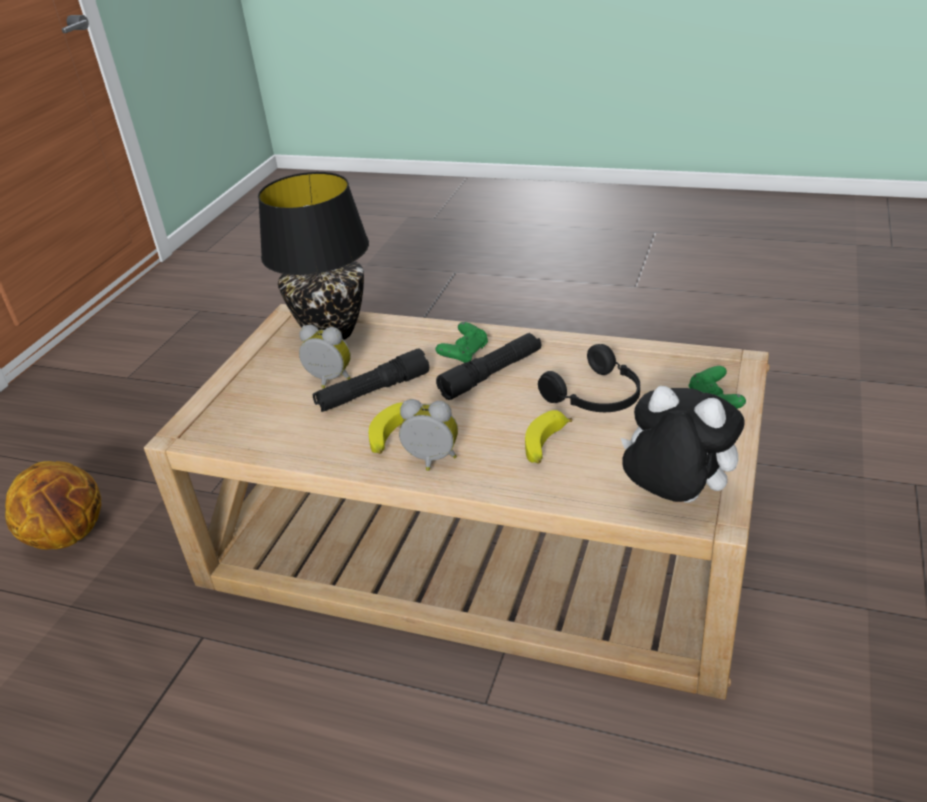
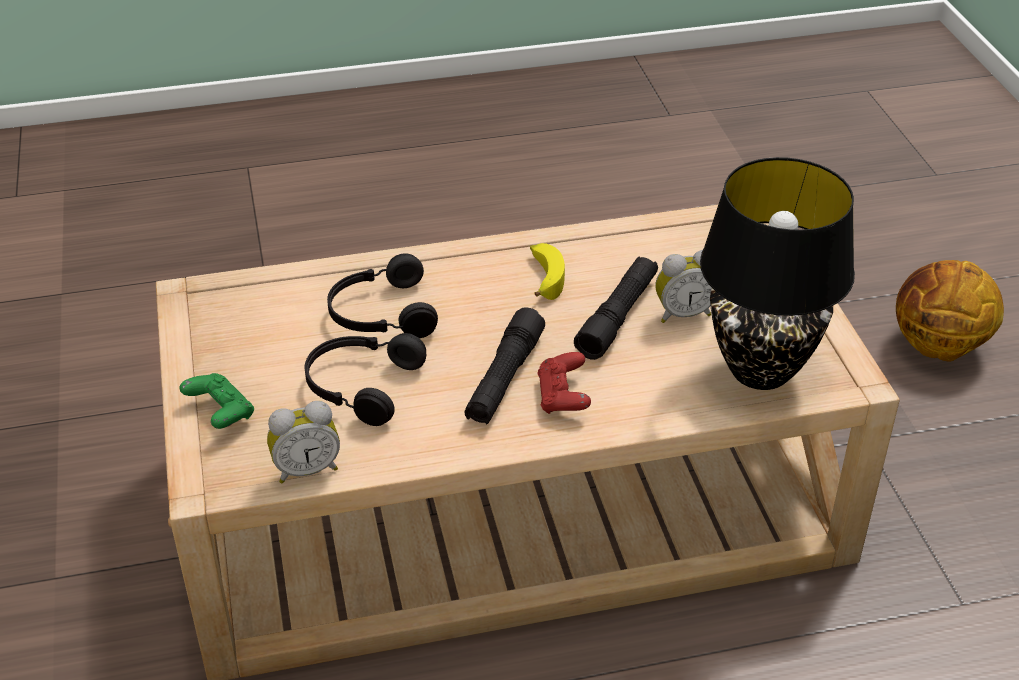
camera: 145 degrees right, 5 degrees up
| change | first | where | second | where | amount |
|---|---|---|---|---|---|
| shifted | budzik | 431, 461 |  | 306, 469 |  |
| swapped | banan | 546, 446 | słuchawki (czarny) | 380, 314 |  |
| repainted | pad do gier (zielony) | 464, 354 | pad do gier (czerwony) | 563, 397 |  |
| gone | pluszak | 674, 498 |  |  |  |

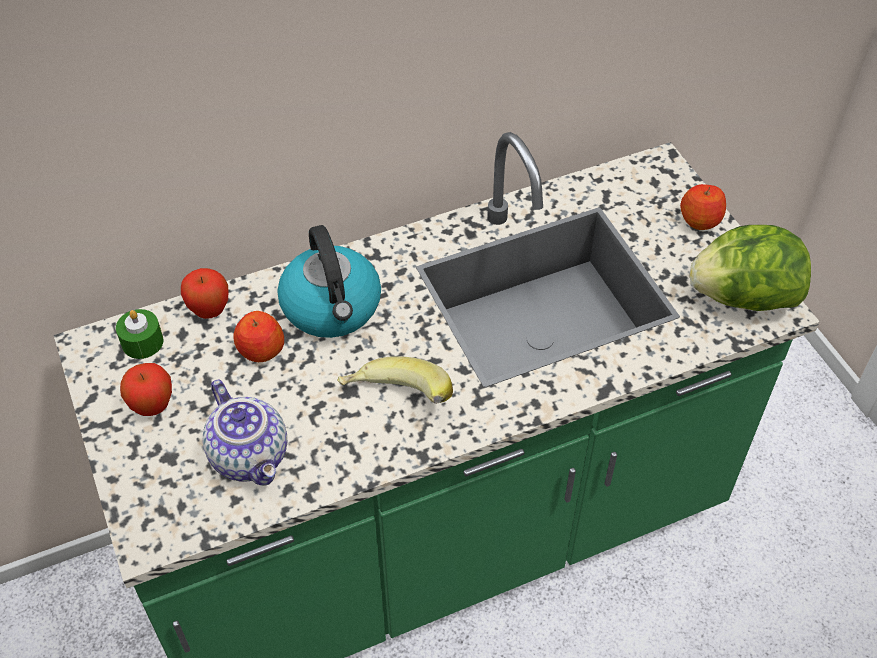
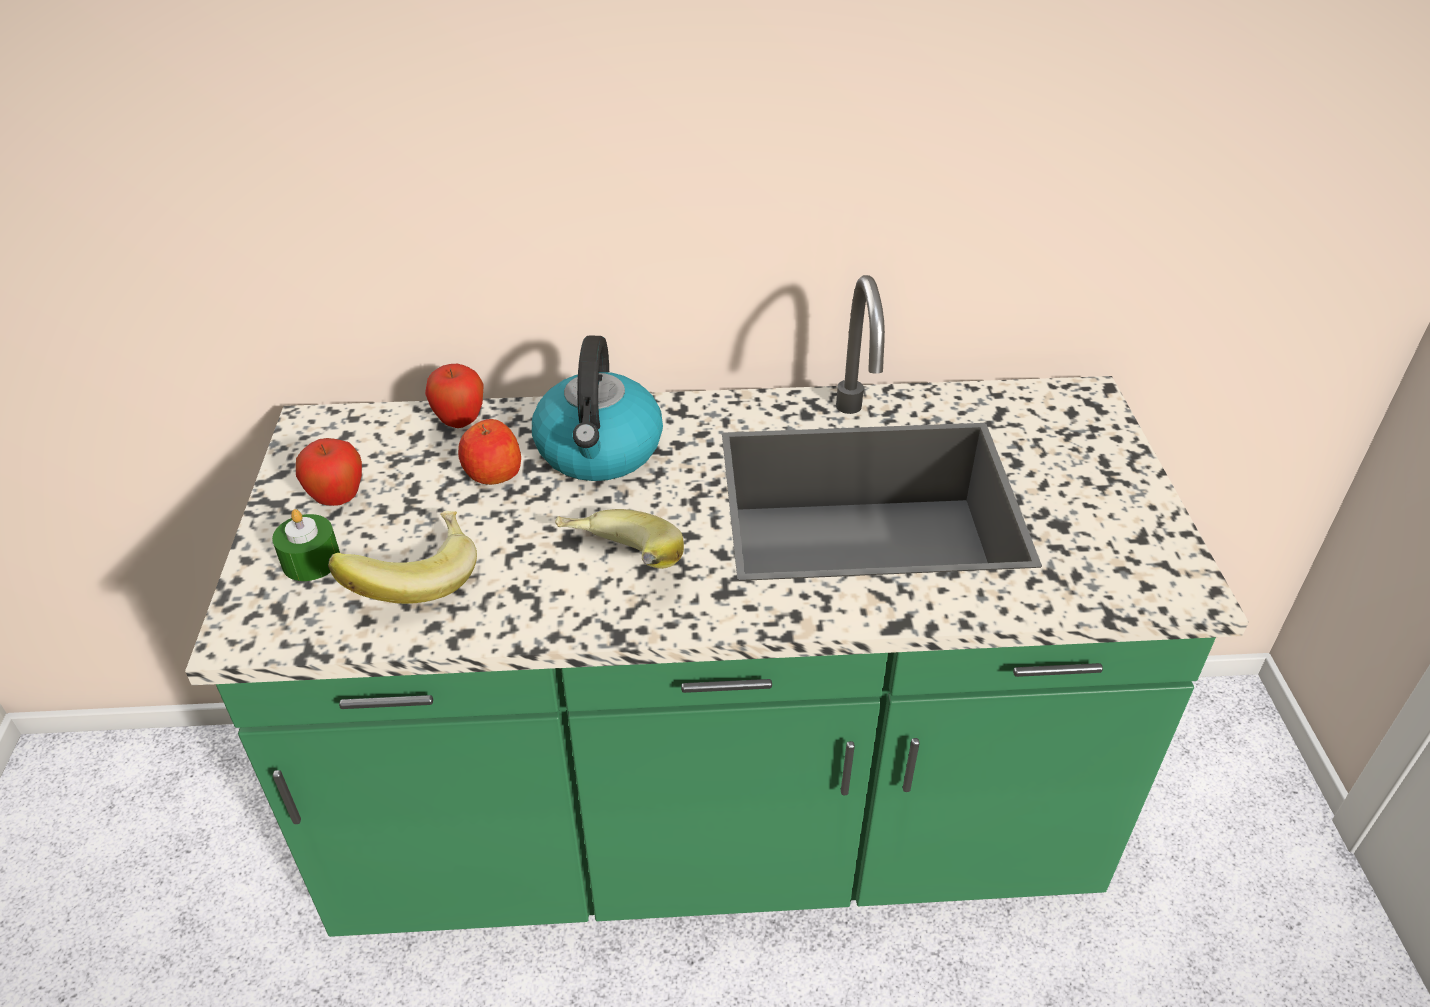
camera: 20 degrees right, 10 degrees down
| change | first | where | second | where | amount |
|---|---|---|---|---|---|
| shifted | świeca (zielony) | 142, 342 |  | 311, 561 |  |
| swapped | imbryk | 251, 456 | banan | 414, 579 |  |
| gone | jabłko | 700, 220 |  |  |  |
| gone | sałata | 743, 297 |  |  |  |

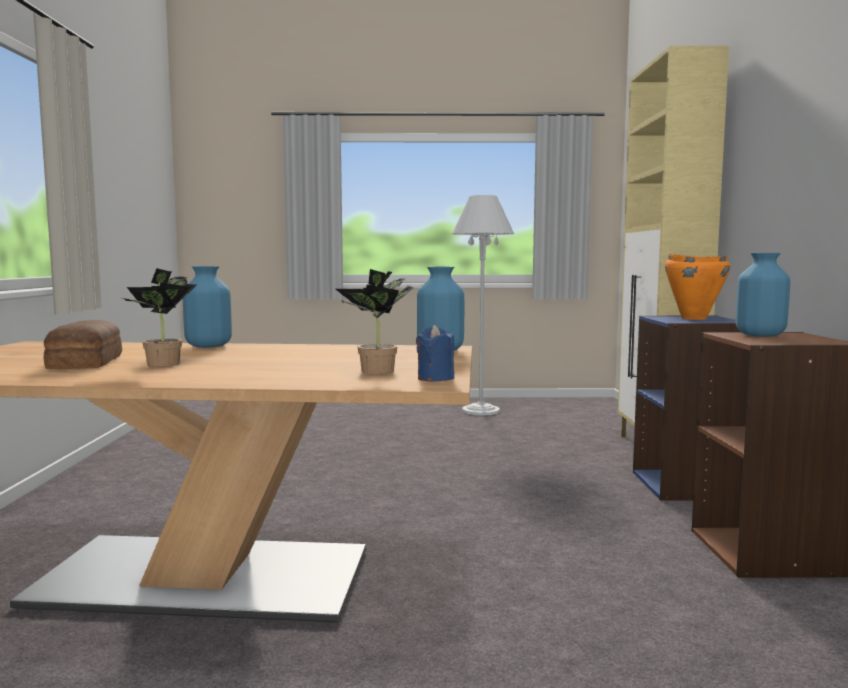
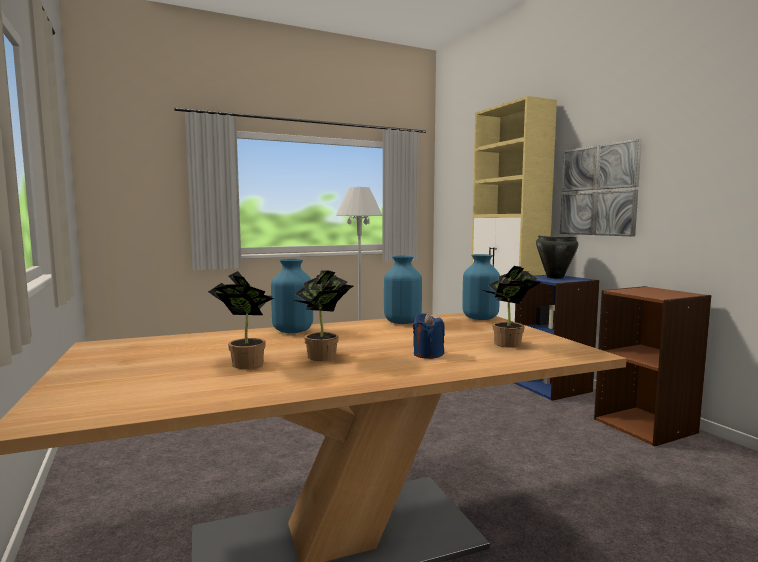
camera: 25 degrees left, 0 degrees up
| change | first | where | second | where | amount |
|---|---|---|---|---|---|
| swapped | chleb | 88, 362 | roślina doniczkowa | 244, 363 |  |
| shifted | wazon (niebieski) | 761, 335 |  | 403, 322 |  |
| shifted | świeca (niebieski) | 435, 378 |  | 428, 354 |  |
| repainted | garnek (pomarańczowy) | 693, 318 | garnek (czarny) | 554, 277 |  |
| new |  |  | obraz | 598, 190 |  |

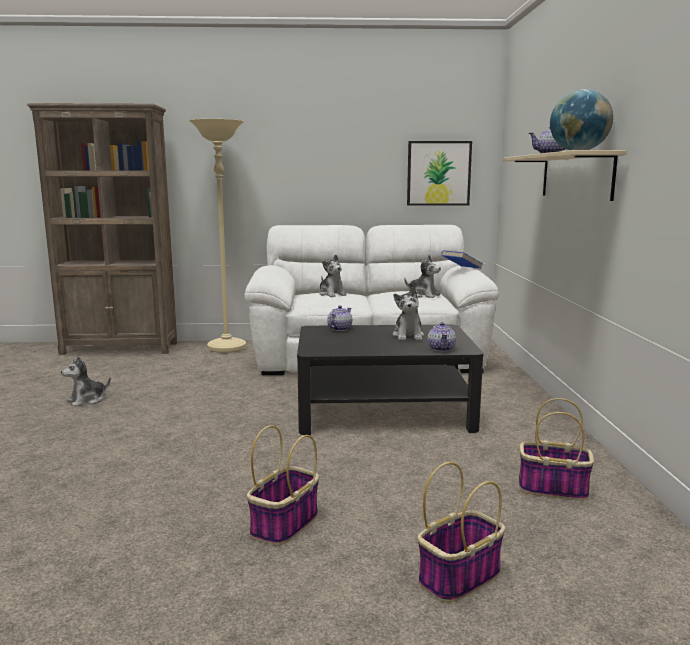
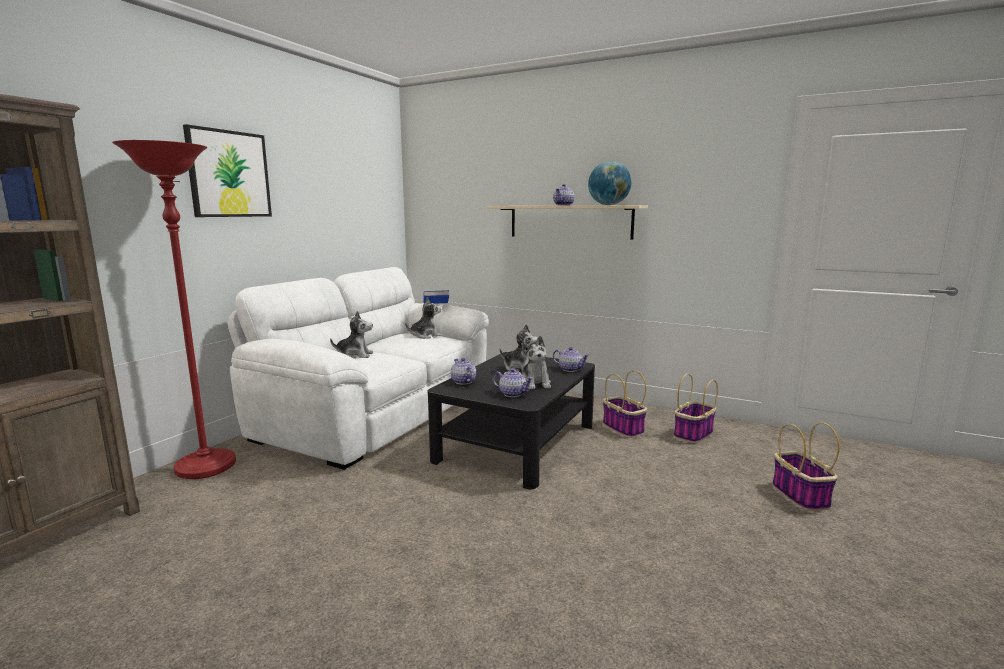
camera: 60 degrees left, 0 degrees up
| change | first | where | second | where | amount |
|---|---|---|---|---|---|
| repainted | lampa stojąca (beżowy) | 227, 348 | lampa stojąca (czerwony) | 206, 467 |  |
| shifted | obraz | 438, 173 |  | 229, 174 |  |
| new |  |  | imbryk | 512, 394 |  |
| shifted | pluszak | 87, 400 |  | 535, 383 |  |
| shifted | koszyk | 284, 525 |  | 624, 428 |  |

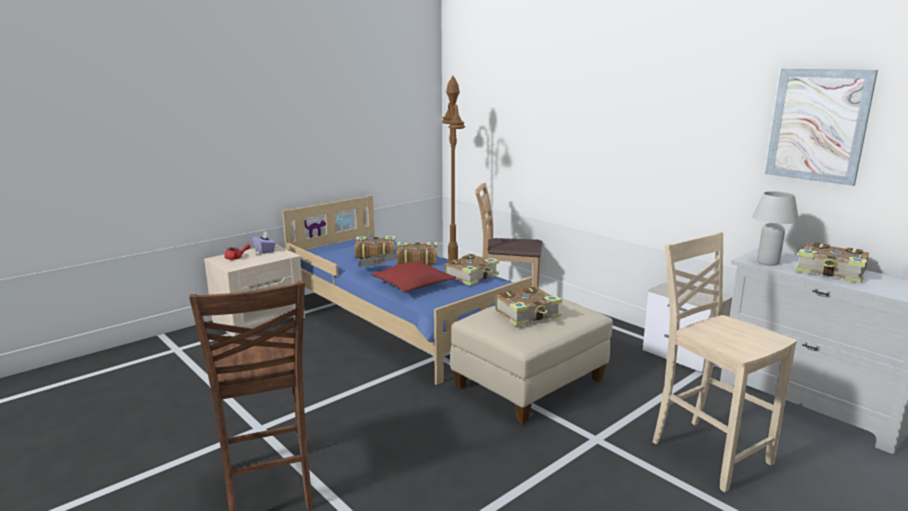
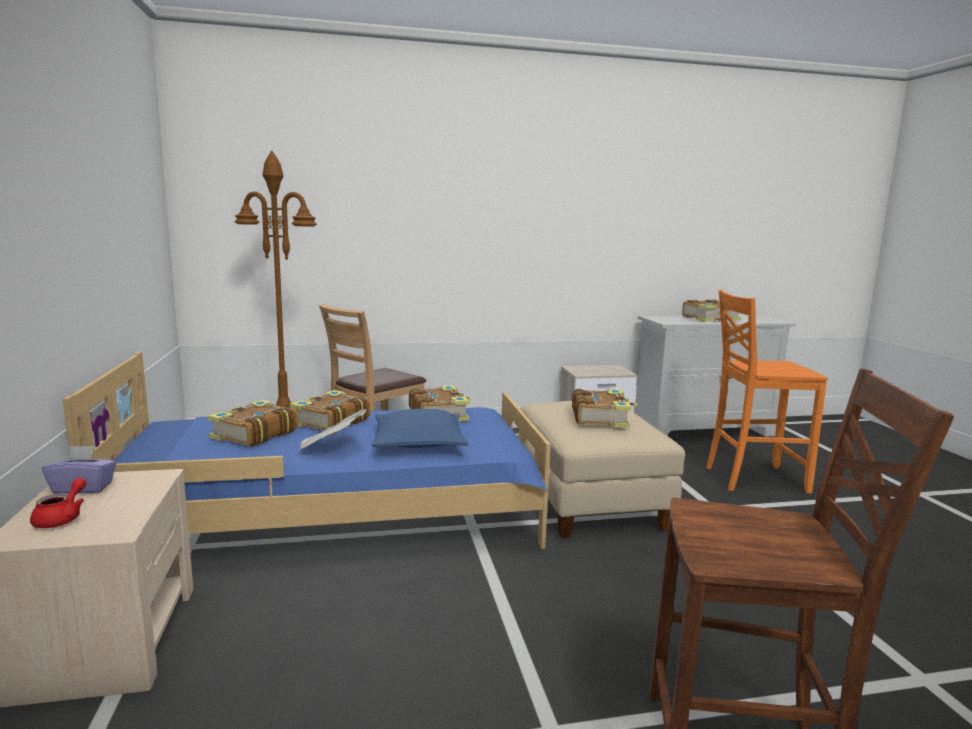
camera: 60 degrees left, 5 degrees down
| change | first | where | second | where | amount |
|---|---|---|---|---|---|
| repainted | poduszka (czerwony) | 413, 285 | poduszka (niebieski) | 418, 442 |  |
| repainted | krzesło (beżowy) | 708, 452 | krzesło (pomarańczowy) | 752, 479 |  |
| gone | lampa stołowa (biały) | 768, 262 |  |  |  |
| gone | obraz | 817, 125 |  |  |  |

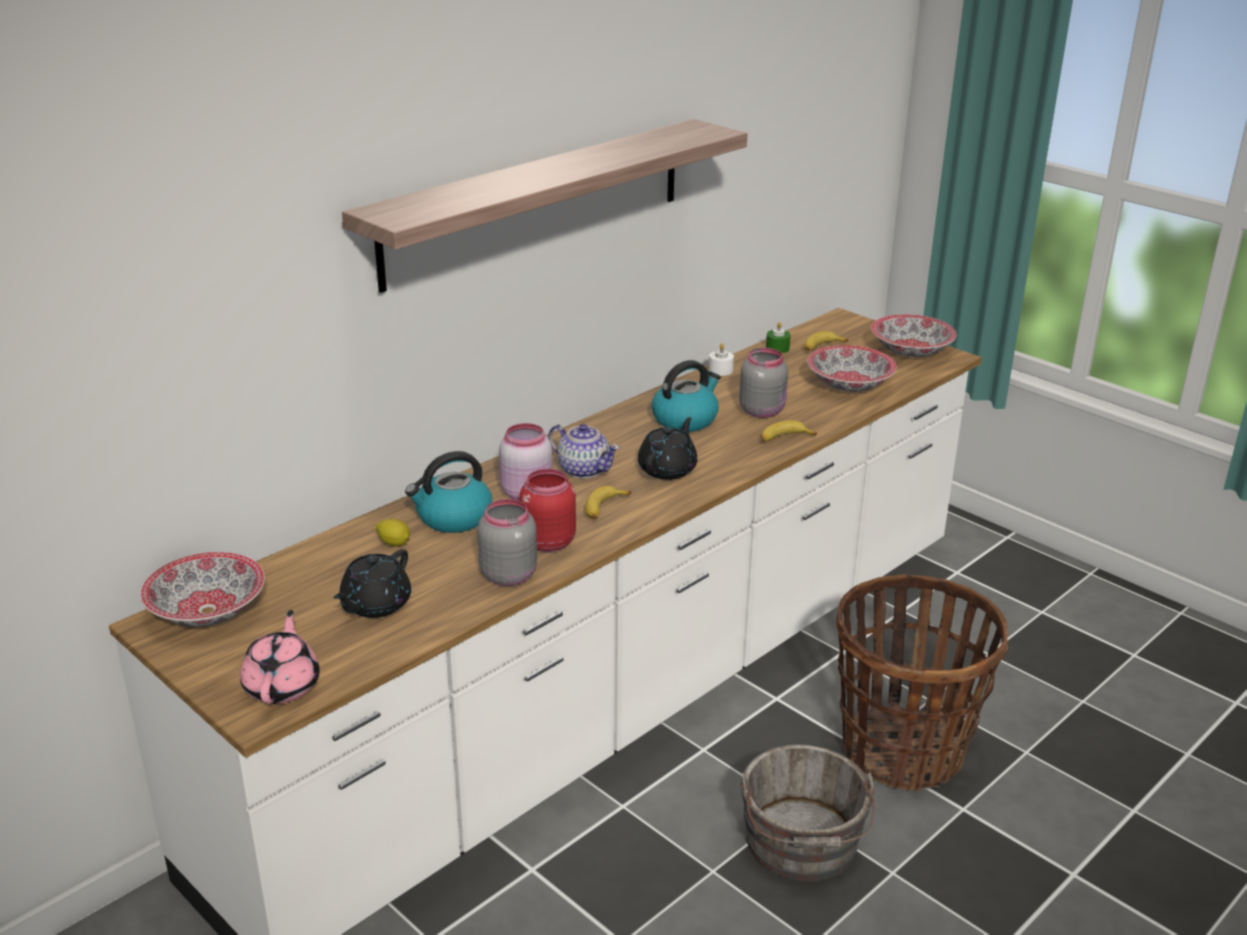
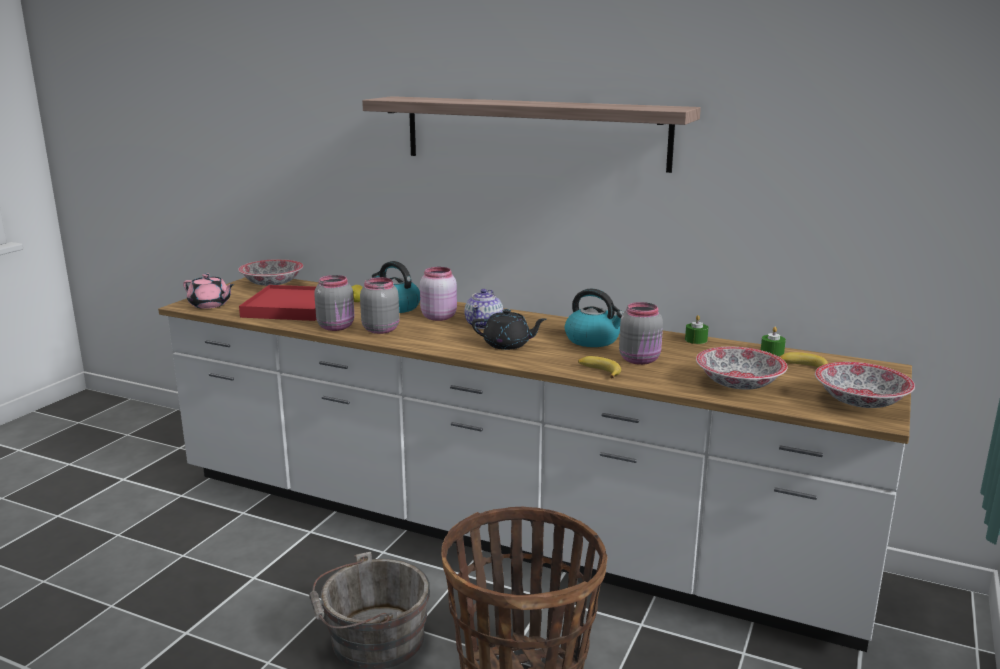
camera: 70 degrees right, 10 degrees down
| change | first | where | second | where | amount |
|---|---|---|---|---|---|
| rotated | imbryk (różowy) | 283, 685 |  | 210, 305 | 45 degrees clockwise |
| swapped | imbryk (czarny) | 375, 605 | taca (czerwony) | 291, 307 |  |
| repainted | słoik (czerwony) | 546, 542 | słoik (szary) | 381, 329 |  |
| repainted | świeca (biały) | 720, 370 | świeca (zielony) | 696, 340 |  |
| gone | banan | 604, 508 |  |  |  |

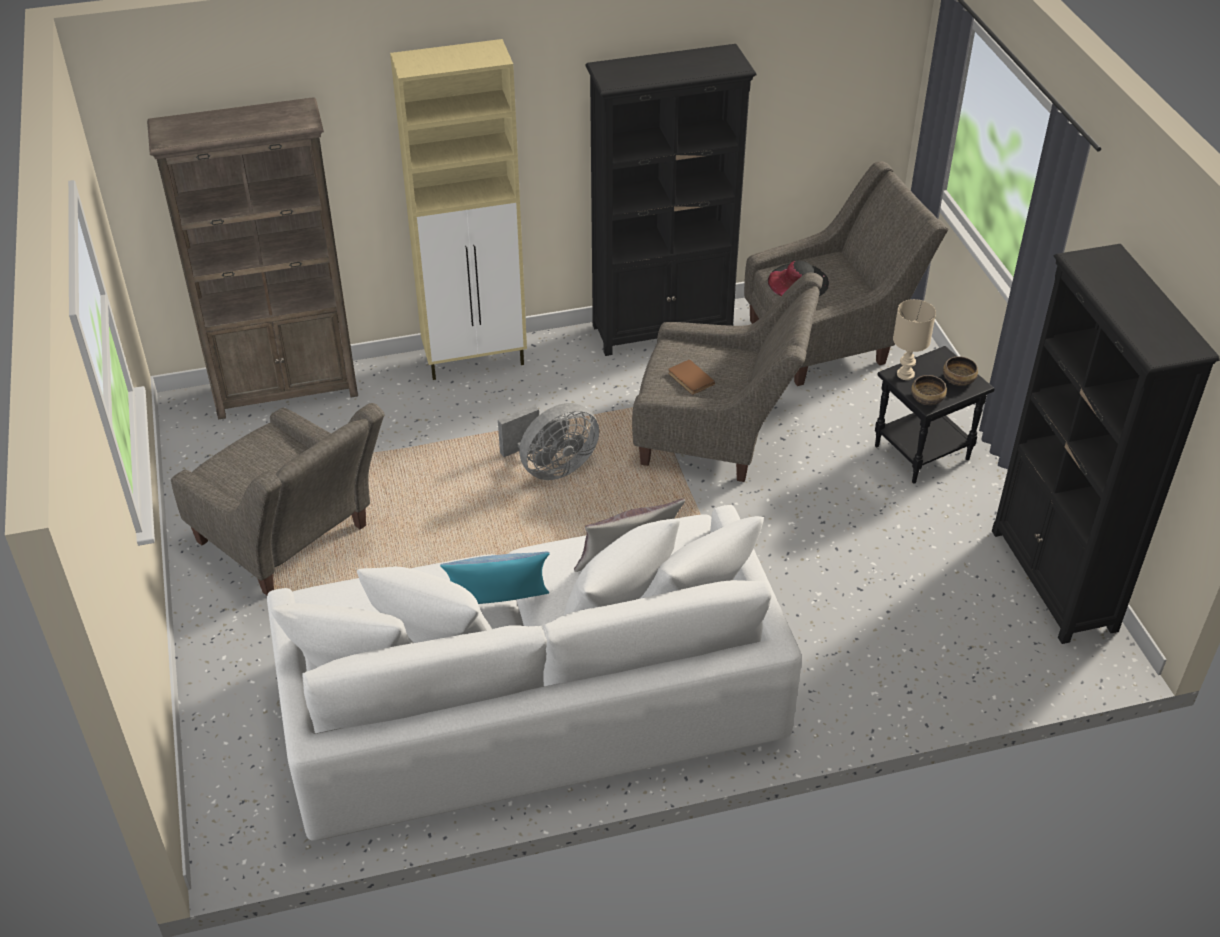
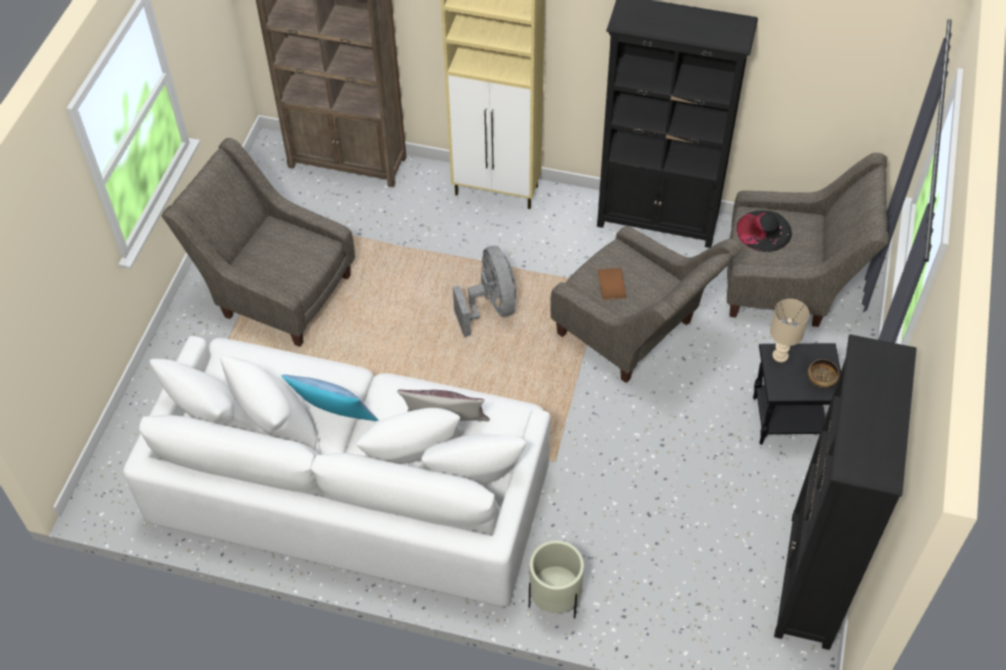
camera: 30 degrees right, 10 degrees up
| change | first | where | second | where | amount |
|---|---|---|---|---|---|
| rotated | fotel (szary) | 294, 543 |  | 275, 290 | 135 degrees clockwise |
| rotated | wentylator (szary) | 551, 467 |  | 491, 307 | 105 degrees counterclockwise |
| new |  |  | donica (beżowy) | 554, 600 |  |
| gone | miska | 927, 398 |  |  |  |

